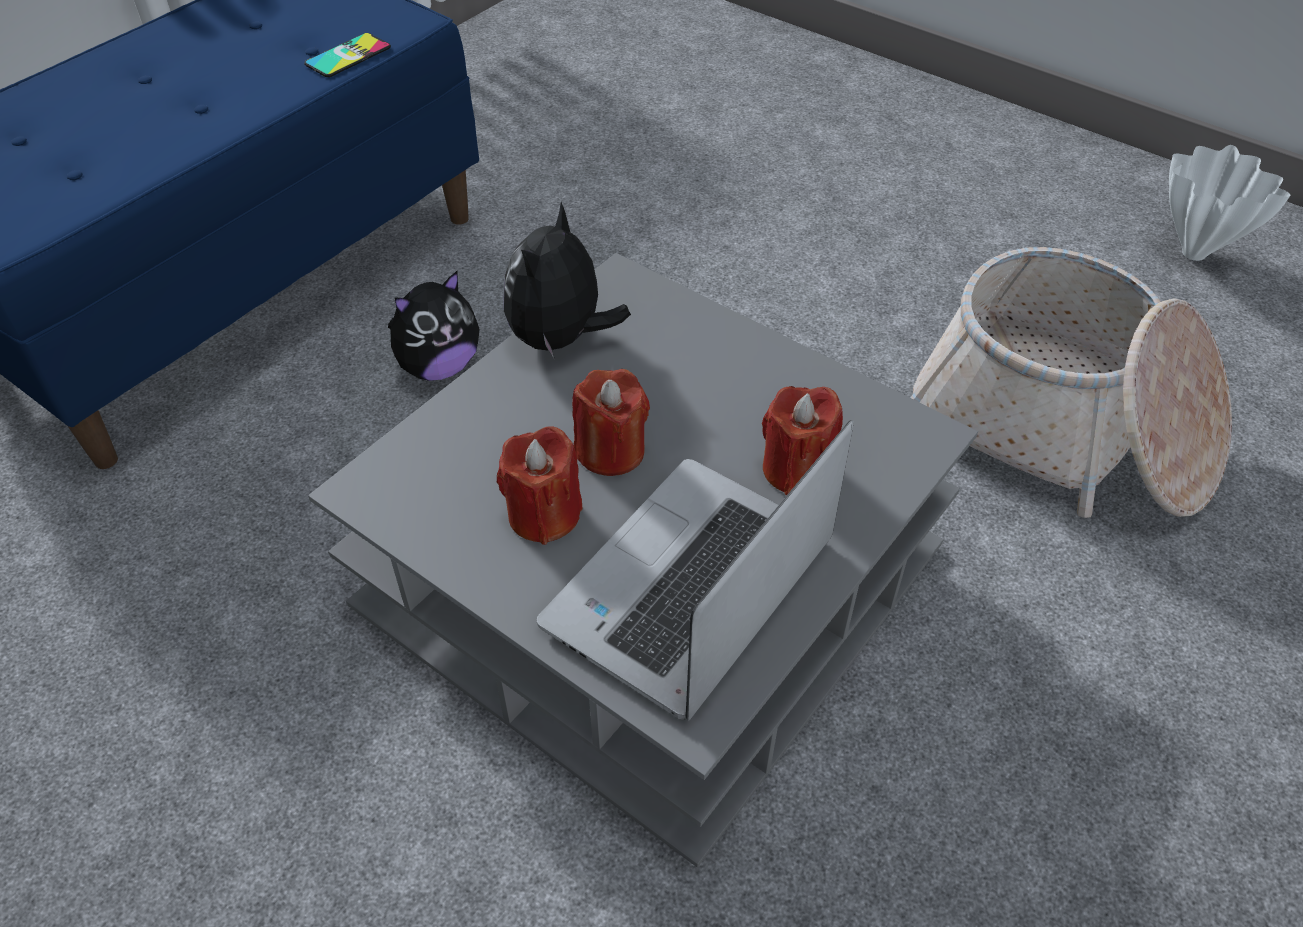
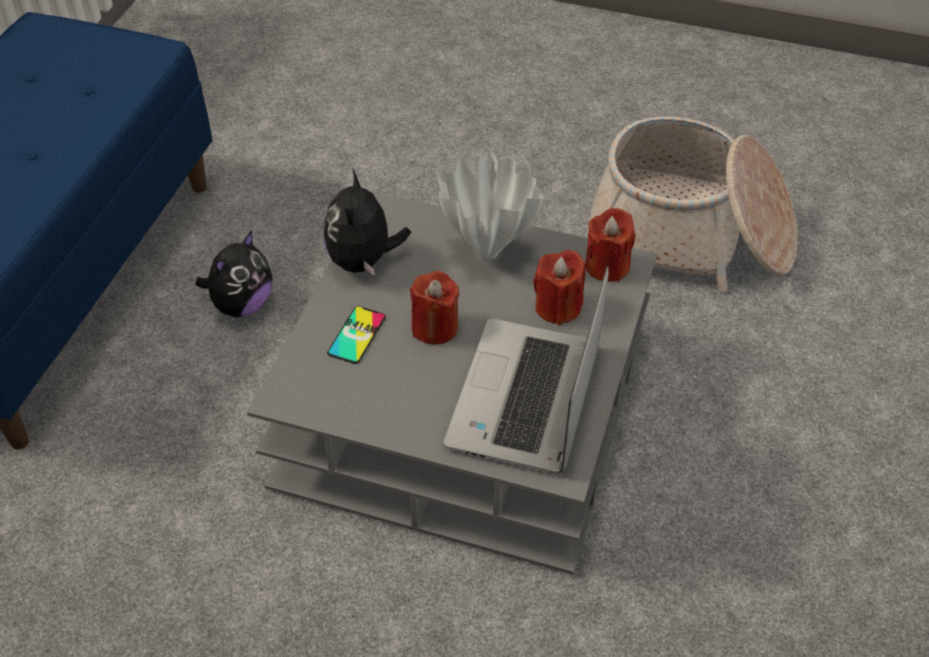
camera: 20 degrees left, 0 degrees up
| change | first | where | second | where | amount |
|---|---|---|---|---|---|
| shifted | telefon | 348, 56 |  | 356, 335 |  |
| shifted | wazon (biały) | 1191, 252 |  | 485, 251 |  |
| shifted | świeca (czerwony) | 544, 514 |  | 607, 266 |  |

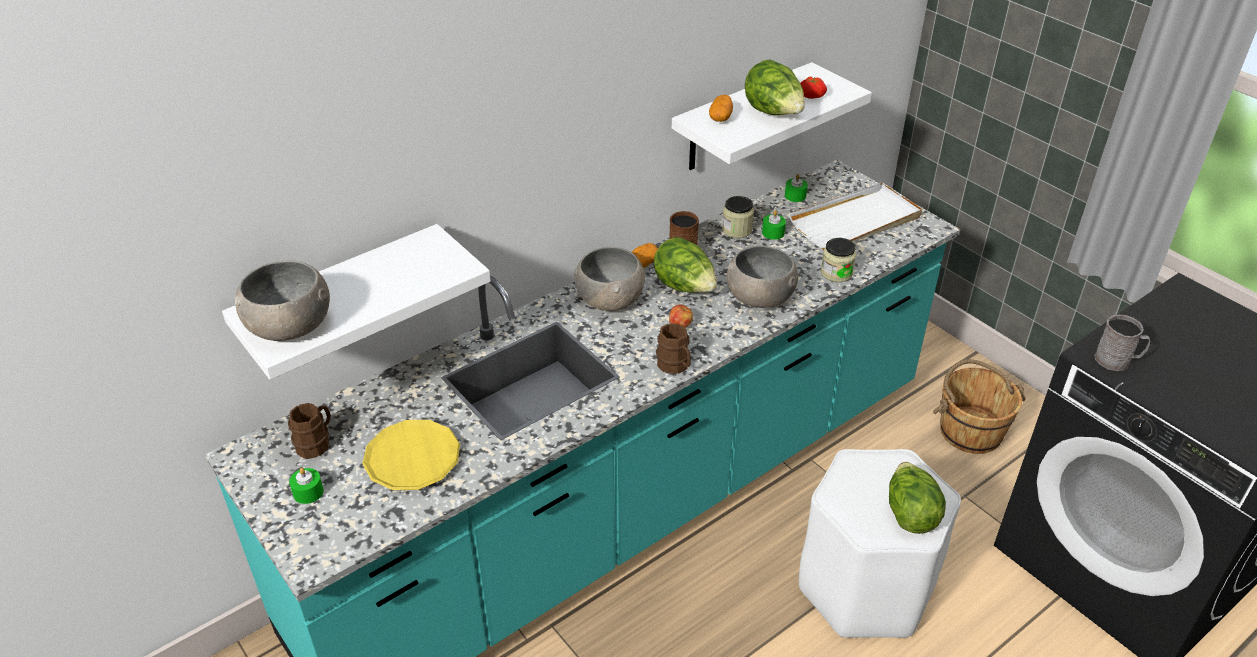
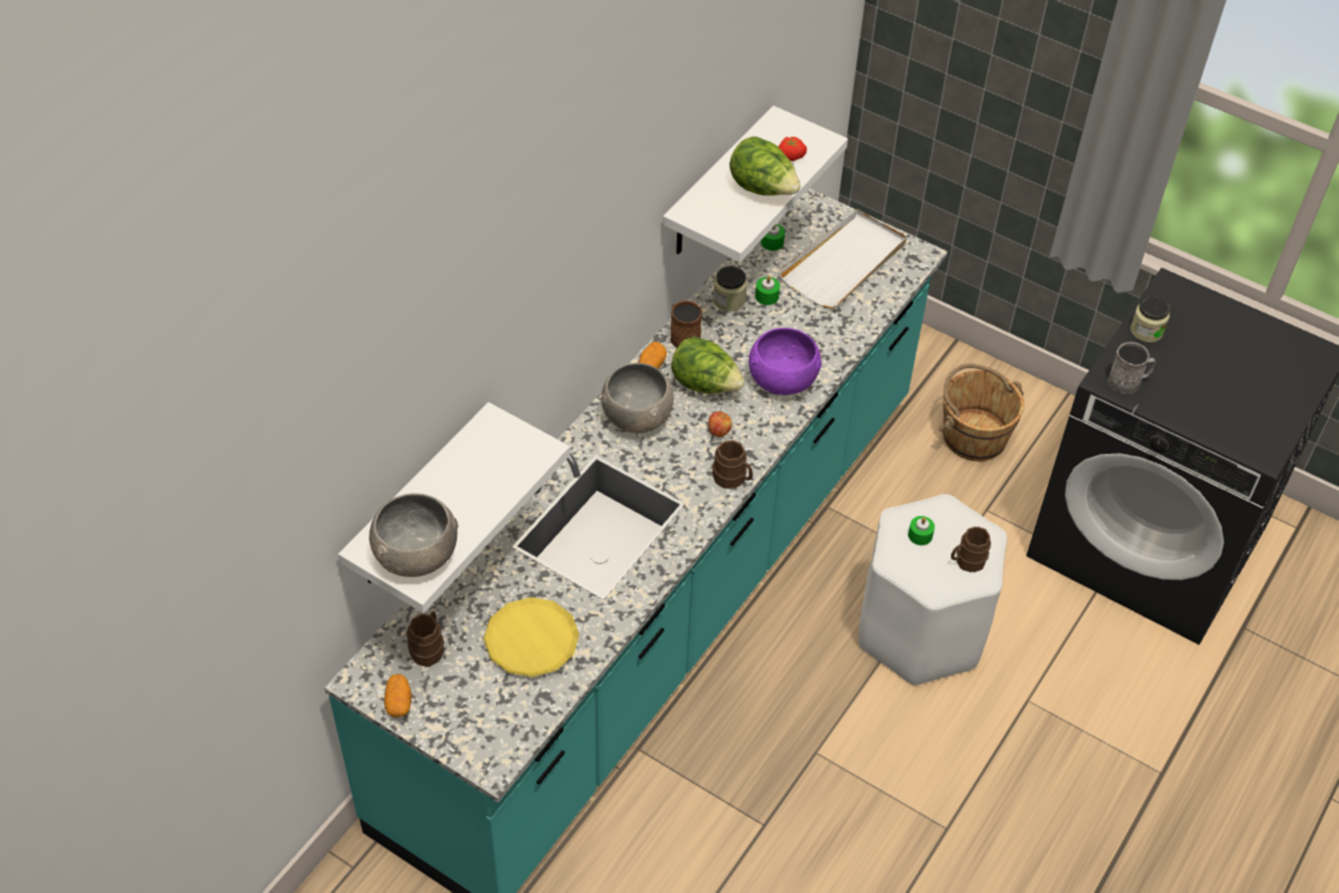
camera: 20 degrees left, 10 degrees up
| change | first | where | second | where | amount |
|---|---|---|---|---|---|
| shifted | ziemniak | 720, 117 |  | 399, 702 |  |
| repainted | miska (szary) | 760, 297 | miska (fioletowy) | 783, 380 |  |
| shifted | świeca (zielony) | 308, 492 |  | 920, 535 |  |
| swapped | sałata | 910, 514 | kubek (brązowy) | 966, 561 |  |
| shifted | słoik | 836, 273 |  | 1146, 331 |  |

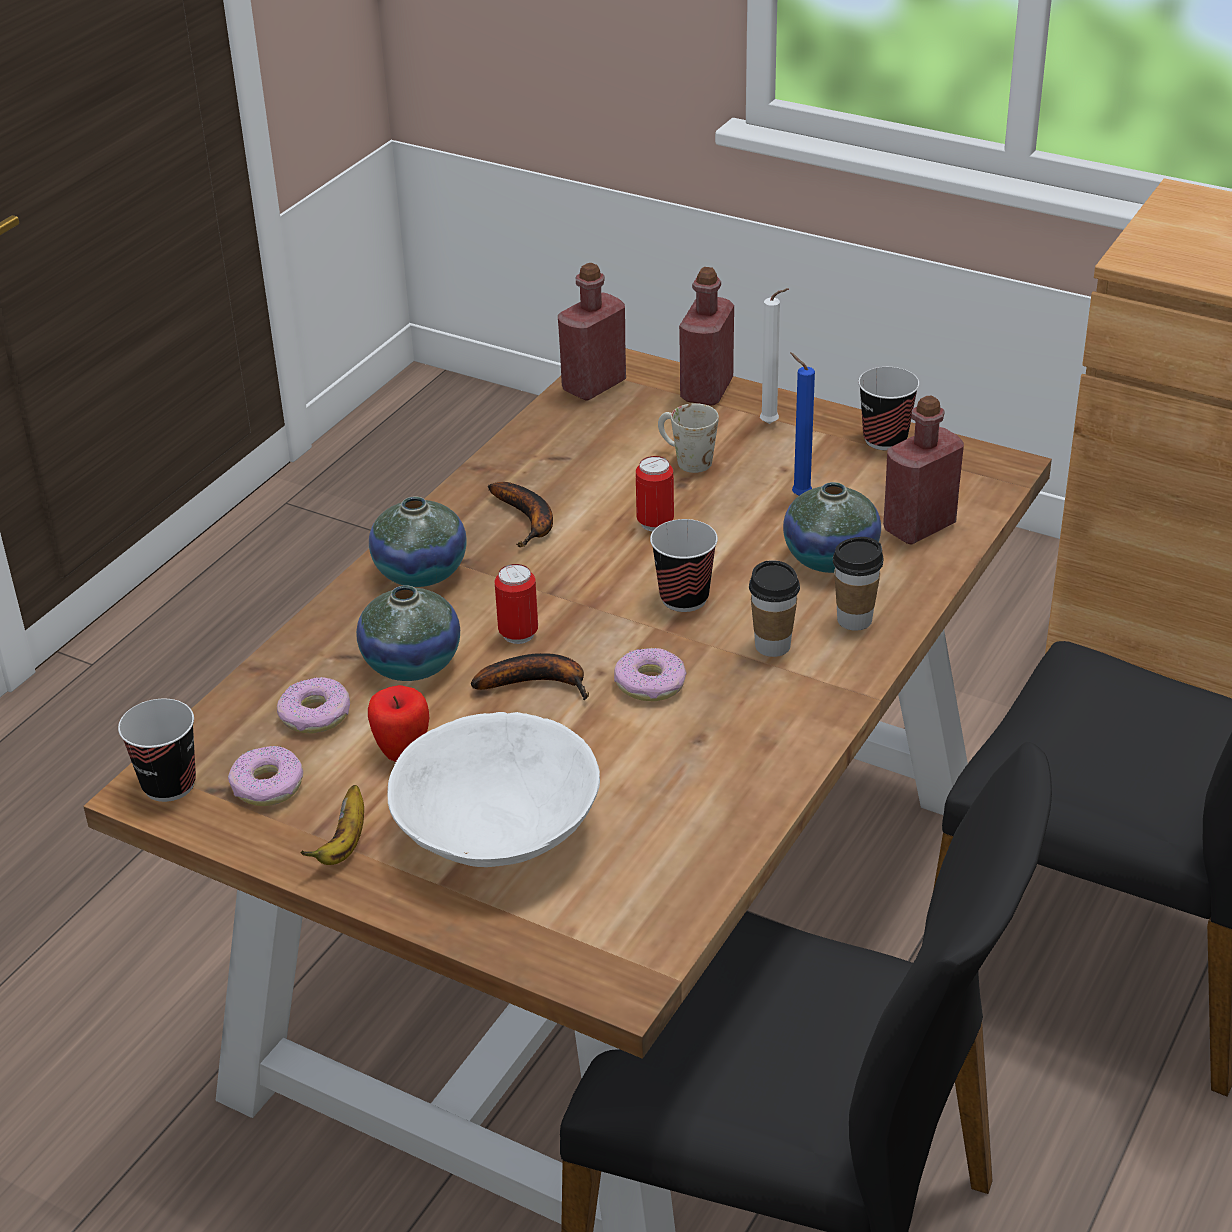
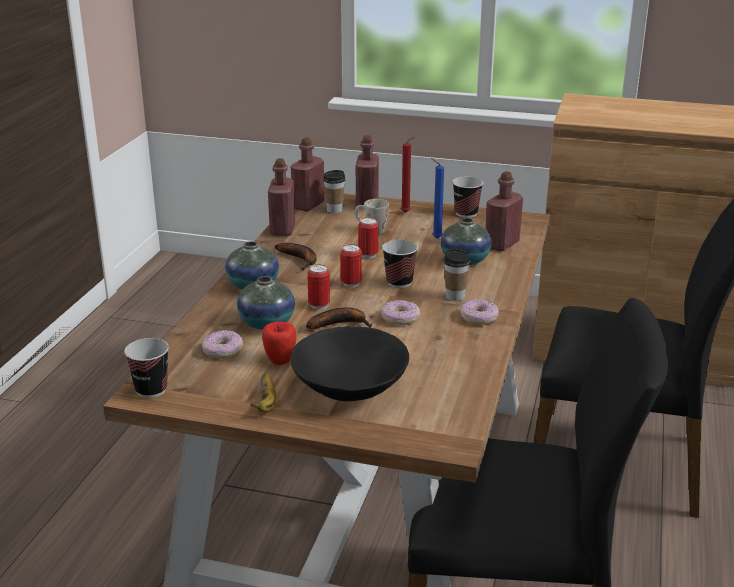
camera: 15 degrees left, 10 degrees down
| change | first | where | second | where | amount |
|---|---|---|---|---|---|
| new |  |  | butelka (czerwony) | 282, 229 |  |
| repainted | miska (biały) | 498, 832 | miska (czarny) | 350, 388 |  |
| shifted | filiżanka | 854, 620 |  | 334, 210 |  |
| new |  |  | puszka | 351, 283 |  |
| repainted | świeca (biały) | 772, 424 | świeca (czerwony) | 407, 212 |  |
| shifted | donut | 267, 786 |  | 478, 317 |  |

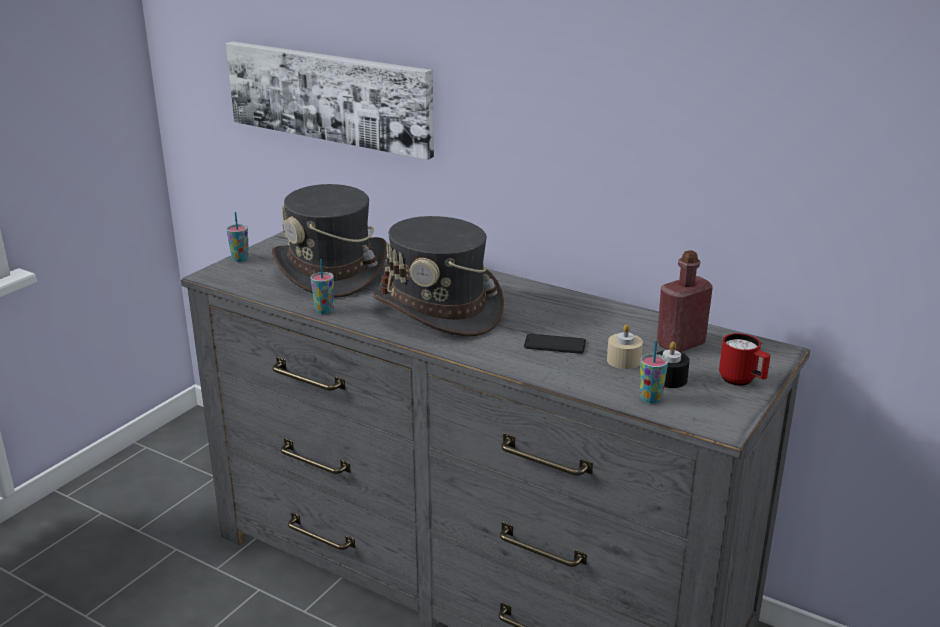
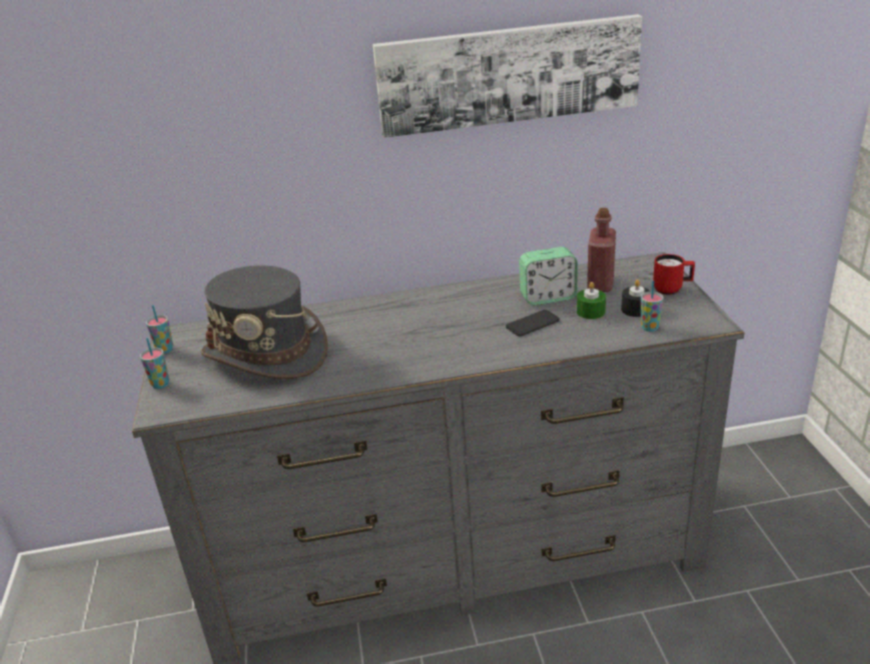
camera: 40 degrees left, 5 degrees up
| change | first | where | second | where | amount |
|---|---|---|---|---|---|
| shifted | filiżanka | 324, 310 |  | 165, 350 |  |
| shifted | obraz | 330, 96 |  | 508, 74 |  |
| new |  |  | budzik | 548, 297 |  |
| repainted | świeca (beżowy) | 624, 360 | świeca (zielony) | 590, 312 |  |
| gone | kapelusz (szary) | 438, 310 |  |  |  |

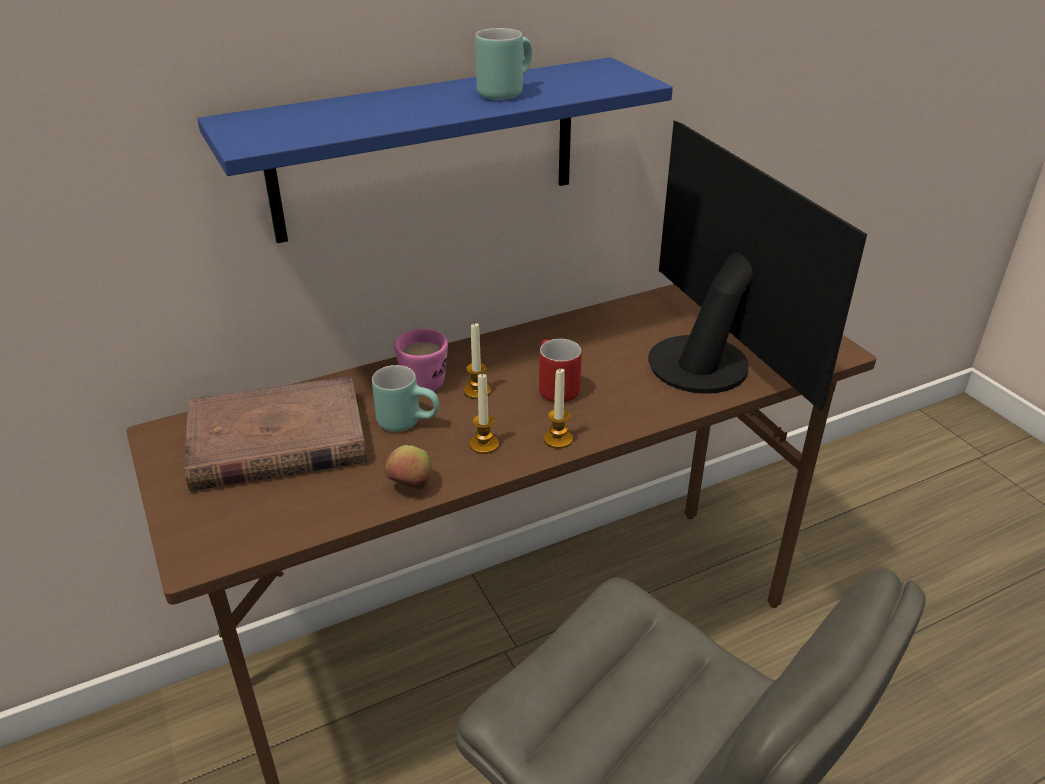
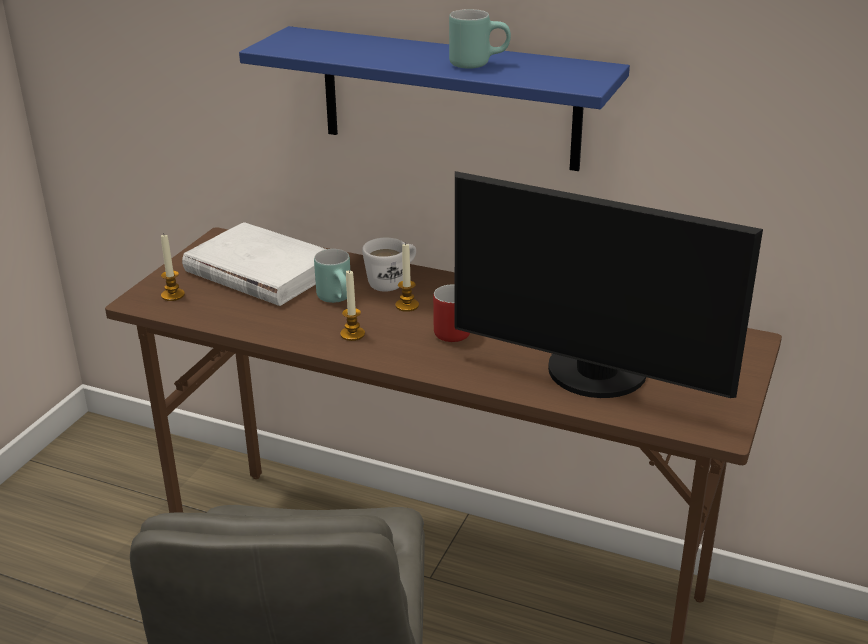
camera: 50 degrees right, 5 degrees down
| change | first | where | second | where | amount |
|---|---|---|---|---|---|
| shifted | świeca | 558, 439 |  | 173, 295 |  |
| repainted | książka (brązowy) | 276, 442 | książka (biały) | 260, 271 |  |
| repainted | kubek (różowy) | 424, 378 | kubek (biały) | 392, 282 |  |
| rotated | monitor | 708, 362 |  | 593, 376 | 90 degrees clockwise |
| gone | jabłko | 411, 486 |  |  |  |

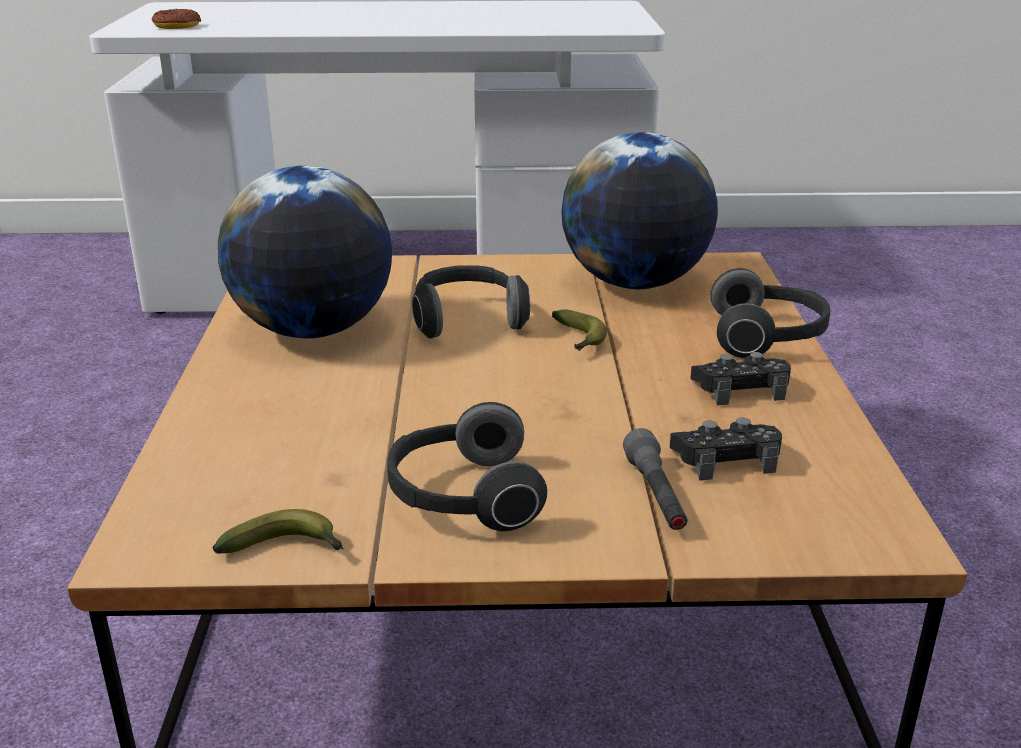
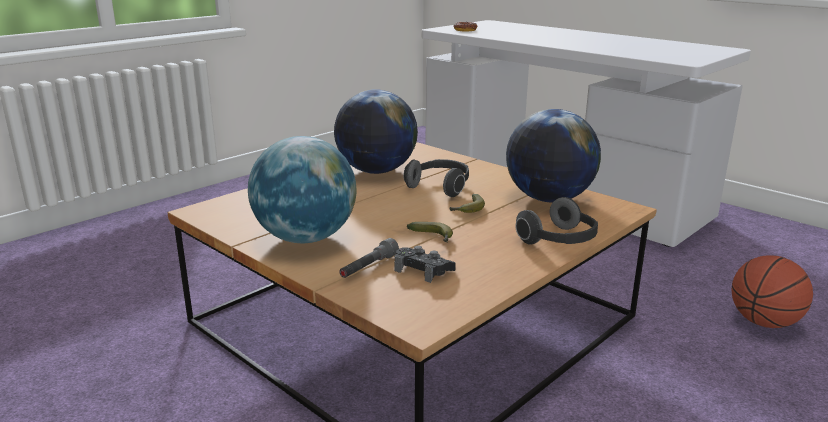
camera: 45 degrees right, 5 degrees down
| change | first | where | second | where | amount |
|---|---|---|---|---|---|
| swapped | słuchawki | 463, 498 | globus | 306, 238 |  |
| shifted | banan | 287, 548 |  | 433, 237 |  |
| new |  |  | piłka do koszykówki | 763, 322 |  |
| gone | pad do gier (czarny) | 740, 389 |  |  |  |

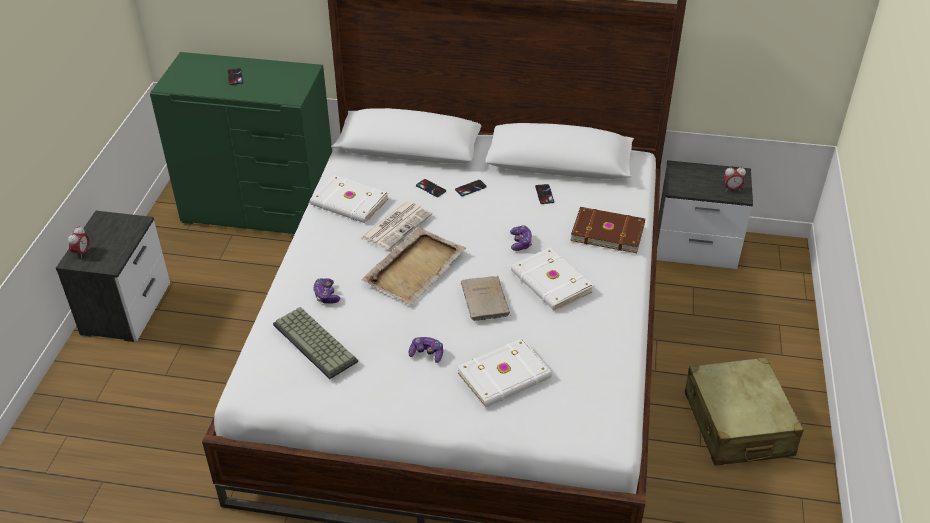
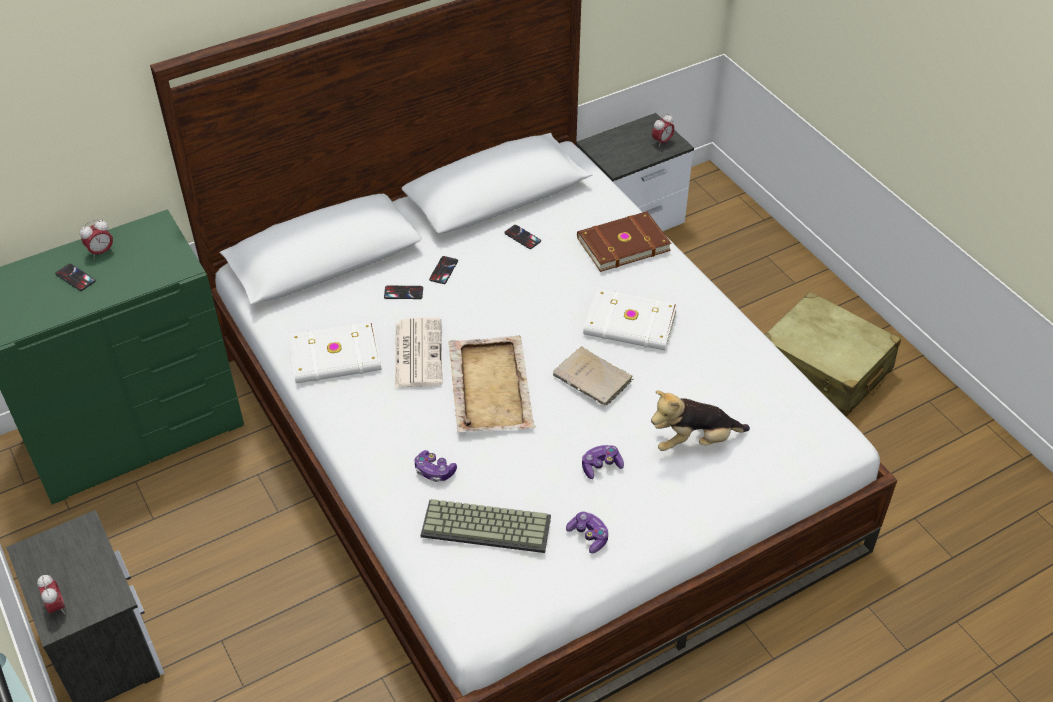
camera: 40 degrees left, 5 degrees up
| change | first | where | second | where | amount |
|---|---|---|---|---|---|
| new |  |  | budzik | 101, 252 |  |
| shifted | pad do gier | 520, 242 |  | 588, 536 |  |
| swapped | książka (biały) | 505, 376 | pluszak | 694, 441 |  |

